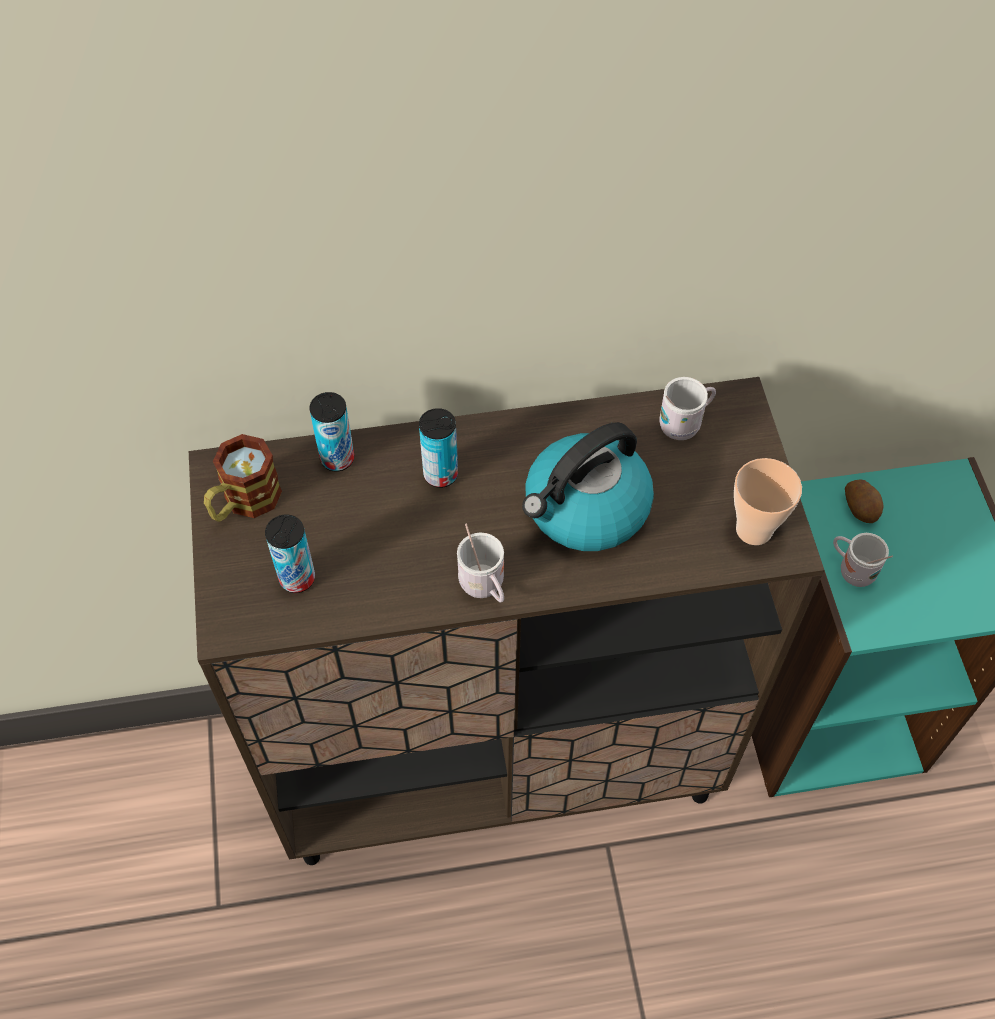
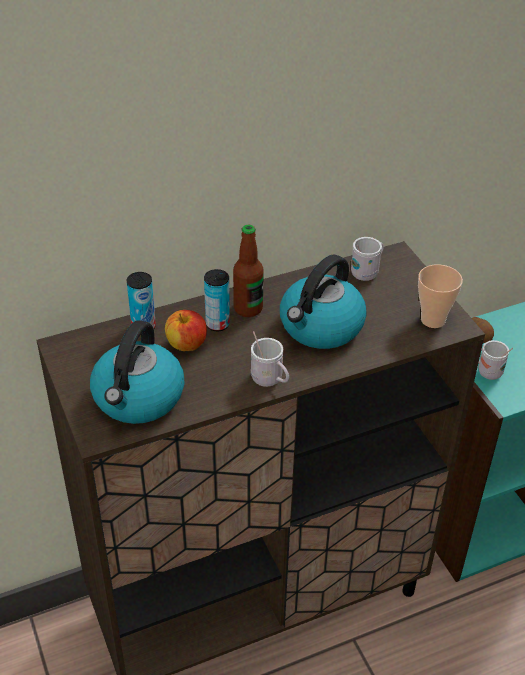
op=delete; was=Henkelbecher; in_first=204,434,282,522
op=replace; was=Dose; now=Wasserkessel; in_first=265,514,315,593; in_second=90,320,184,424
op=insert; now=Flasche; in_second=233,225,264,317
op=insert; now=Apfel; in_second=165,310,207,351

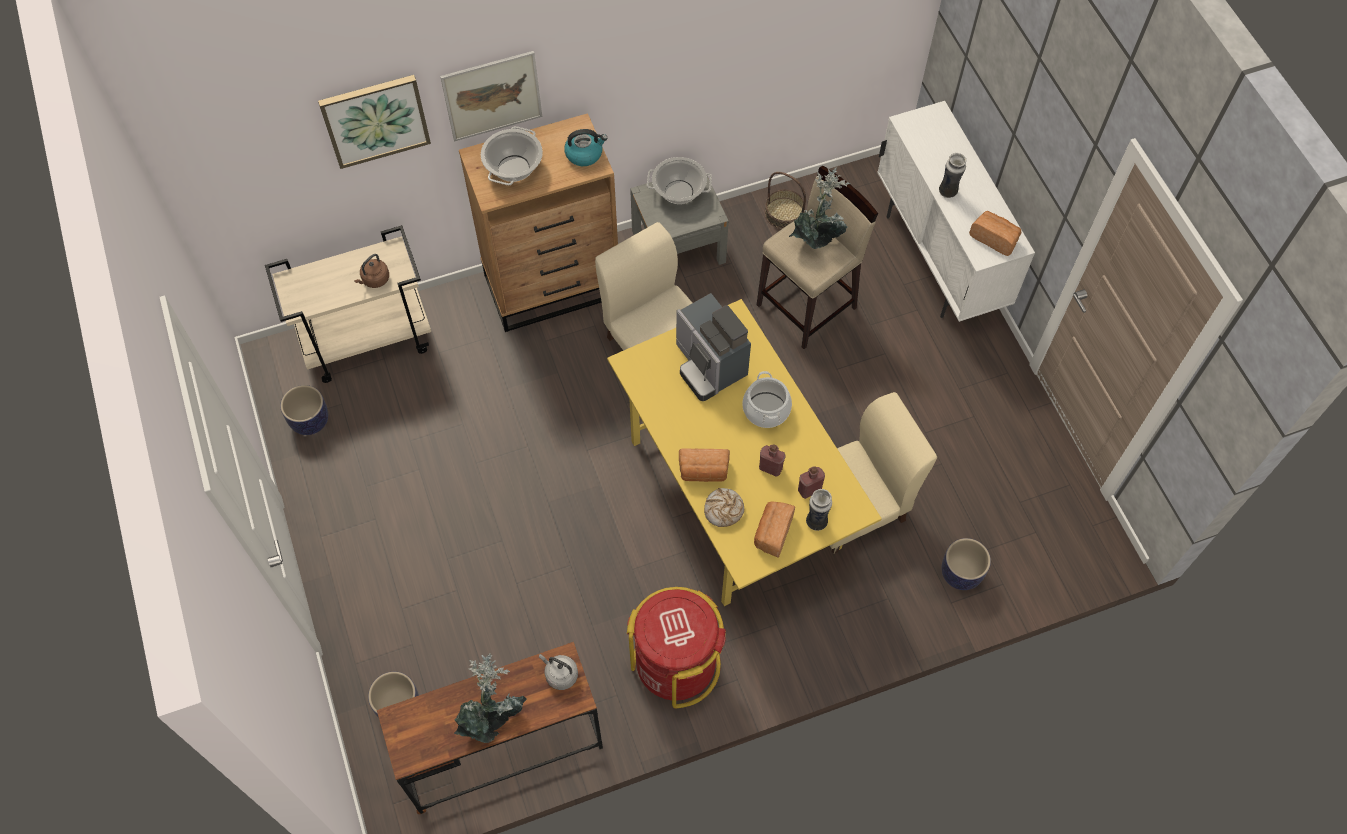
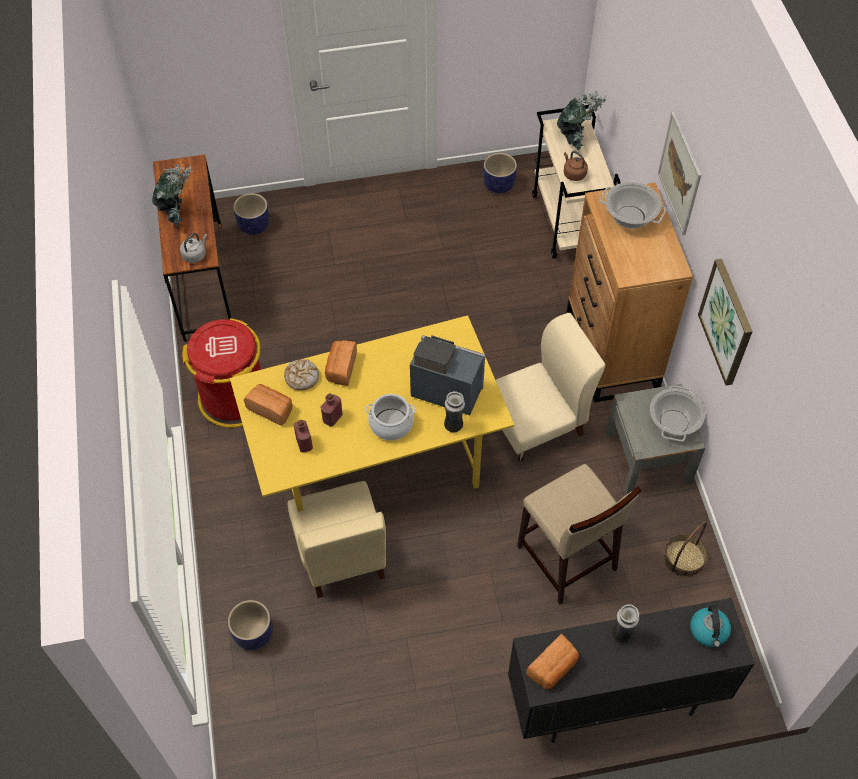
op=move; was=Bild; in_first=318,75,431,169; in_second=698,259,753,386
op=recolor; was=Schrank/weiß; now=Schrank/schwarz; in_first=877,101,1035,322; in_second=508,598,755,743
op=move; was=Wasserkessel; in_first=564,129,607,166; in_second=690,605,731,647
op=move; was=Topfpflanze; in_first=789,167,850,249; in_second=557,91,607,151
op=rotate; was=Kaffeemaschine; in_first=676,293,751,401; in_second=410,335,485,415; clockwise=45
op=move; was=Vase; in_first=806,489,832,531; in_second=444,391,465,433

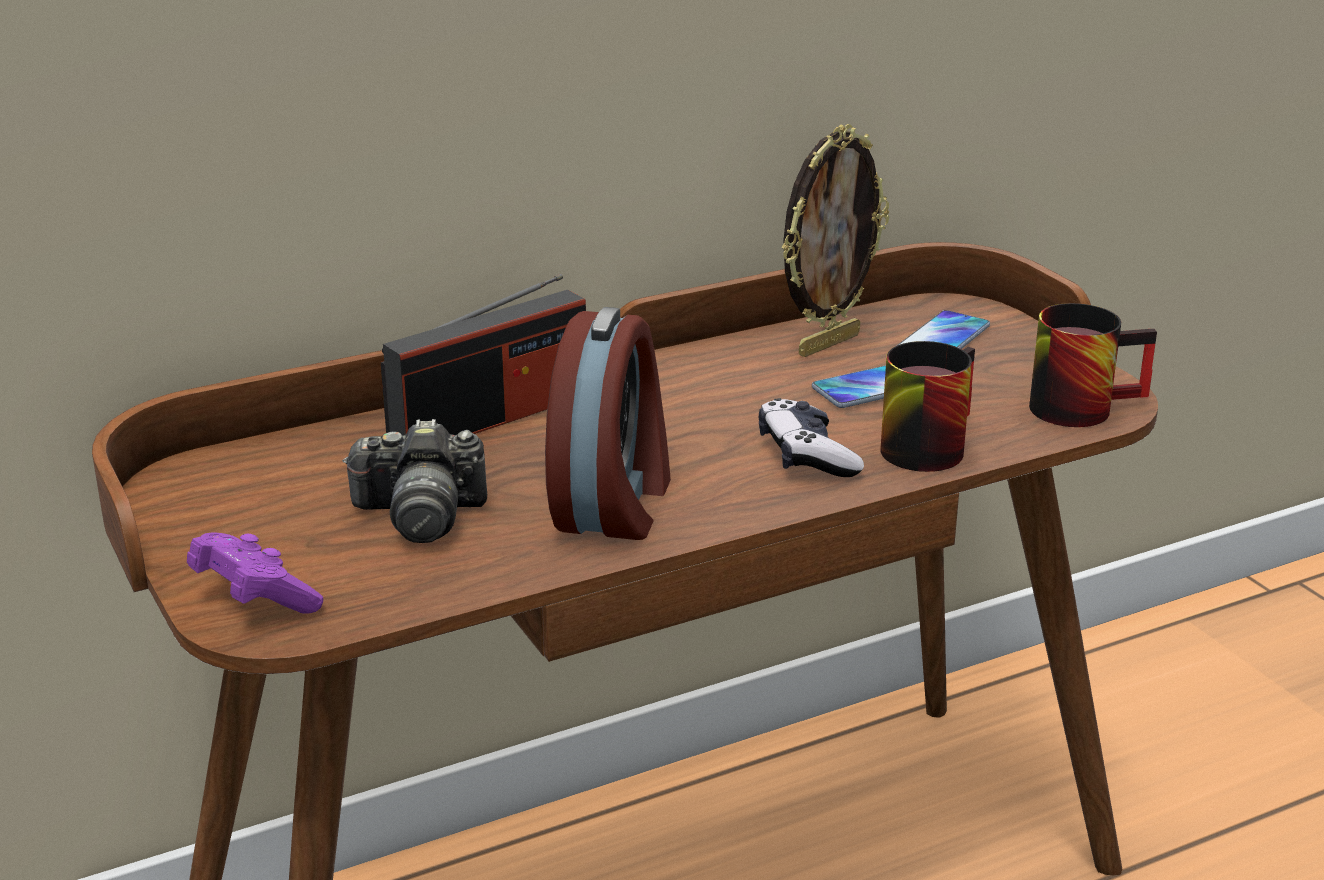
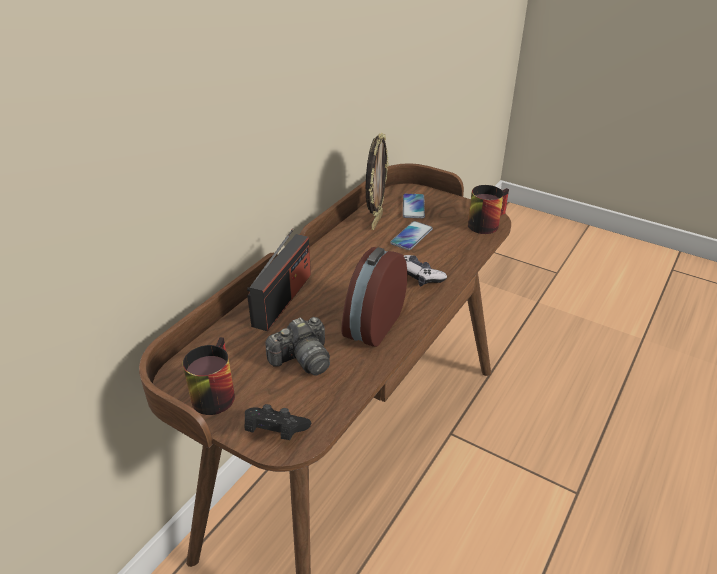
op=rotate; was=Wecker; in_first=545,307,671,540; in_second=341,247,407,347; clockwise=-135
op=move; was=Henkelbecher; in_first=880,341,975,472; in_second=183,337,235,415
op=recolor; was=Gamepad/lila; now=Gamepad/schwarz; in_first=187,533,323,614; in_second=245,404,311,440

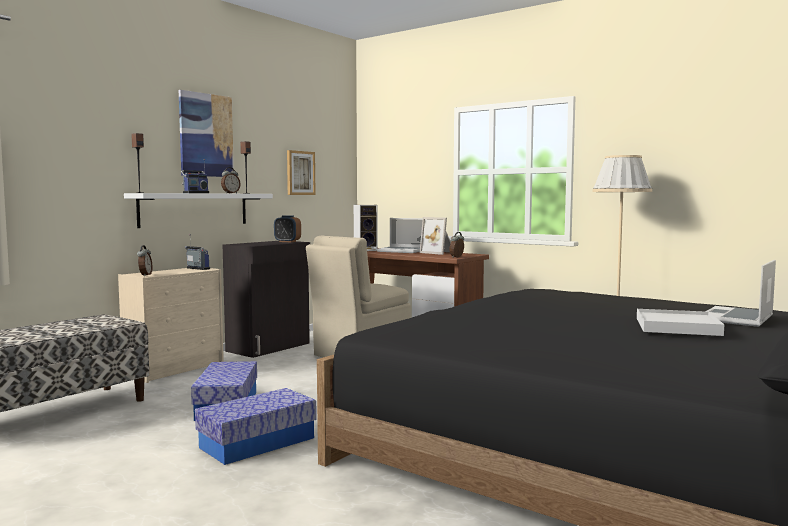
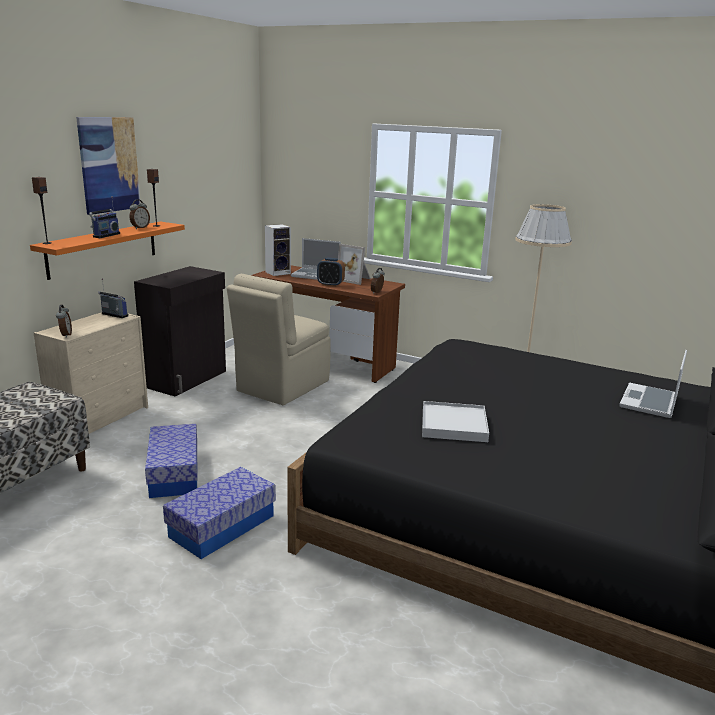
op=delete; was=Bild; in_first=287,150,316,195
op=recolor; was=Wandregal/weiß; now=Wandregal/orange; in_first=124,193,273,228; in_second=30,221,185,280
op=move; was=Wecker; in_first=274,215,301,242; in_second=317,258,345,287
op=move; was=Tablett/weiß; in_first=637,309,724,336; in_second=422,401,489,442

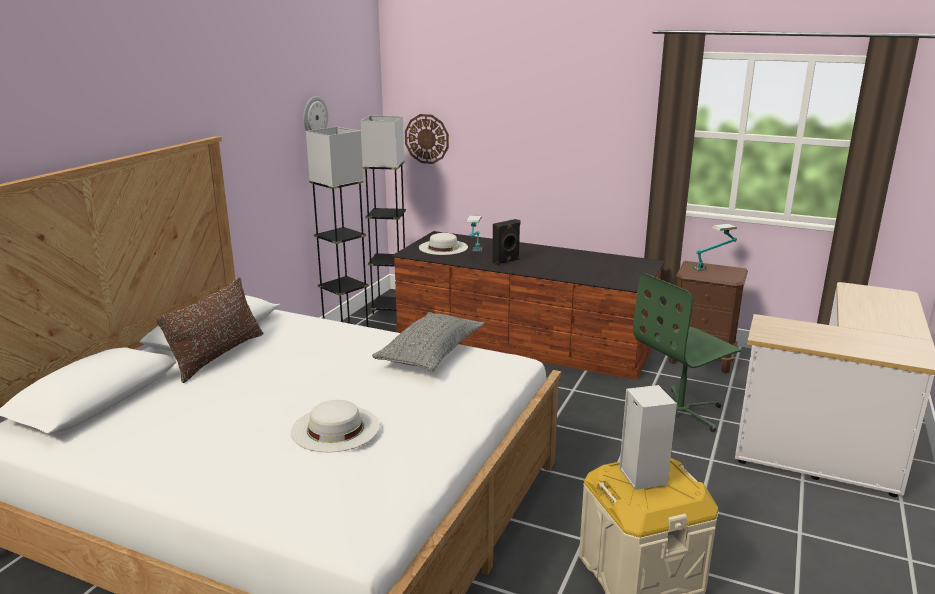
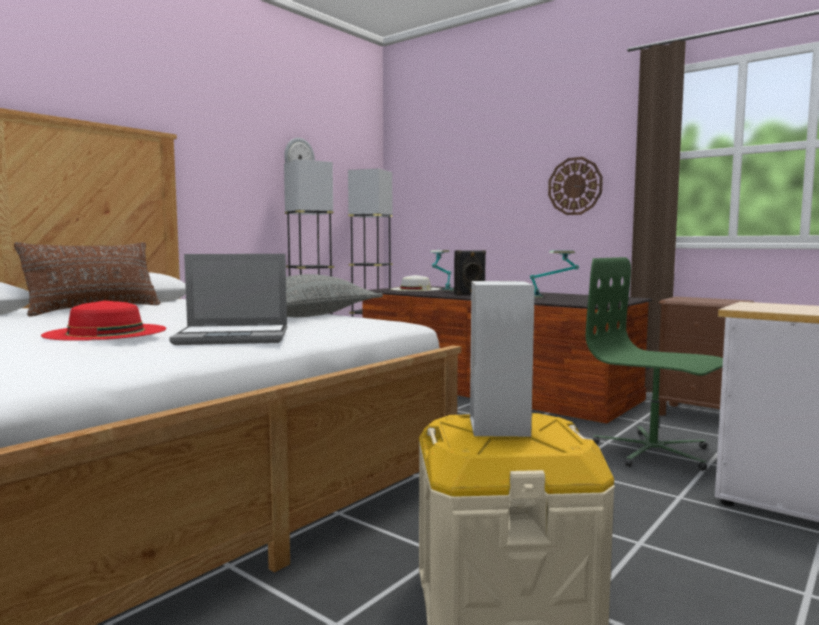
op=move; was=Wanduhr; in_first=405,114,449,164; in_second=548,157,603,215
op=move; was=Tischlampe; in_first=693,224,737,271; in_second=530,251,579,298
op=rotate; was=Bürostuhl/grün; in_first=633,273,741,432; in_second=586,257,723,471; clockwise=60
op=recolor; was=Hut/weiß; now=Hut/rot; in_first=291,400,379,452; in_second=41,300,166,341
op=insert; now=Laptop; in_second=169,254,287,345

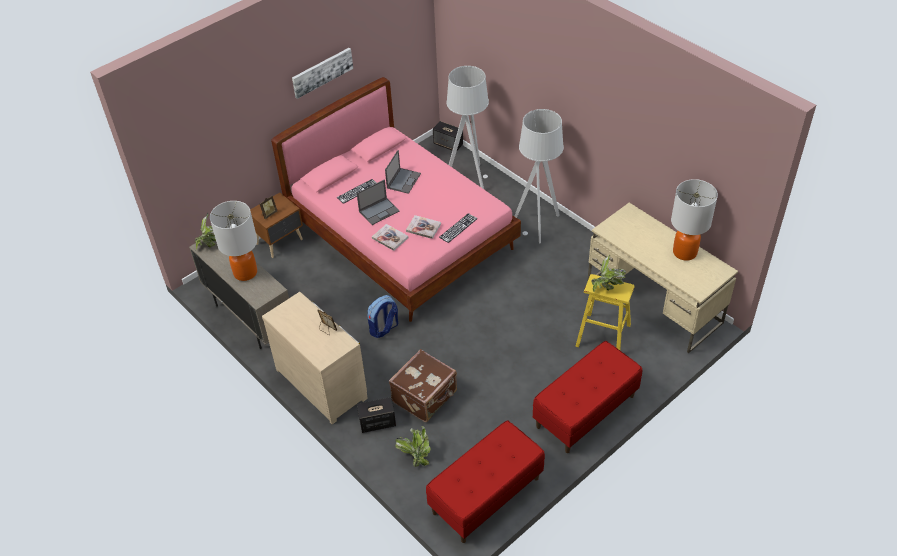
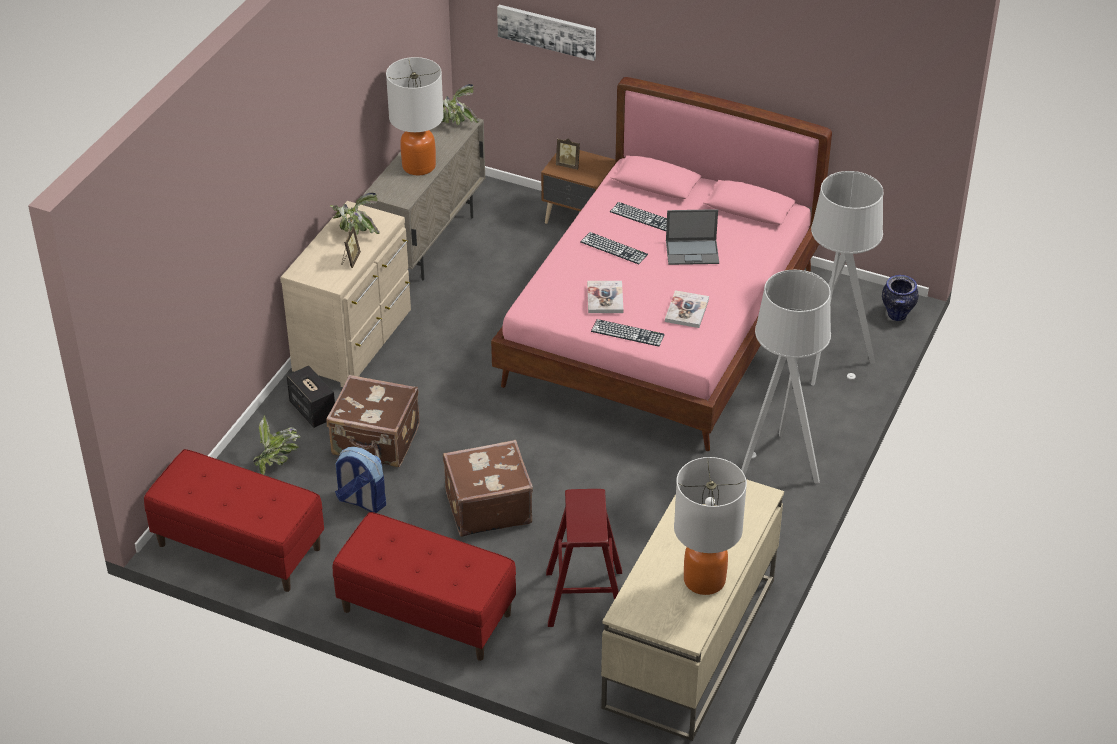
op=move; was=Bild; in_first=292,48,353,99; in_second=497,4,596,61
op=replace; was=Lautsprecher; now=Vase; in_first=433,121,463,150; in_second=882,275,918,321
op=replace; was=Laptop; now=Tastatur; in_first=357,180,399,225; in_second=580,232,648,264
op=move; was=Buch; in_first=372,224,408,251; in_second=665,290,709,328
op=move; was=Topfpflanze; in_first=591,255,626,292; in_second=330,193,379,235
op=recolor; was=Hocker/gelb; now=Hocker/rot; in_first=575,274,635,350; in_second=546,489,622,627
op=move; was=Rucksack; in_first=367,295,398,338; in_second=335,447,386,513
op=insert; now=Koffer/braun; in_second=443,440,533,537

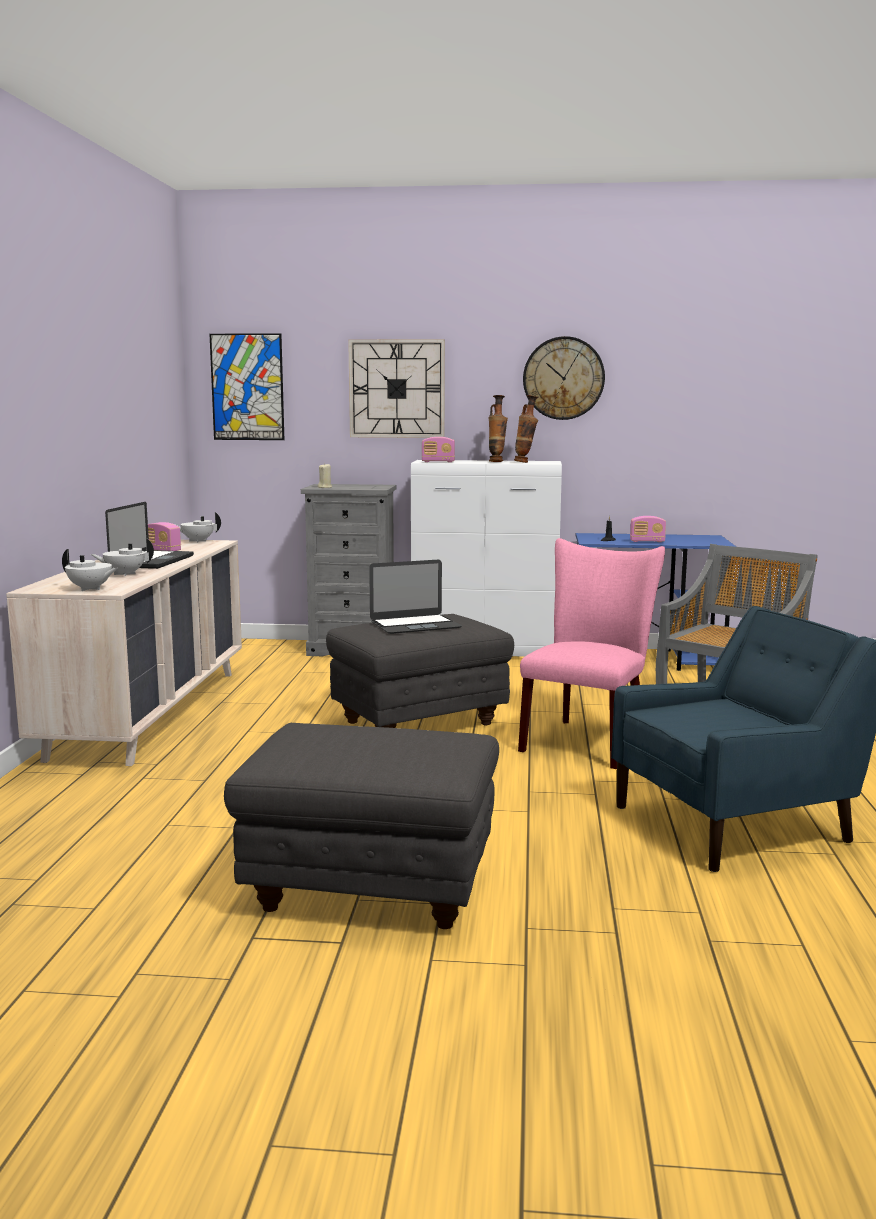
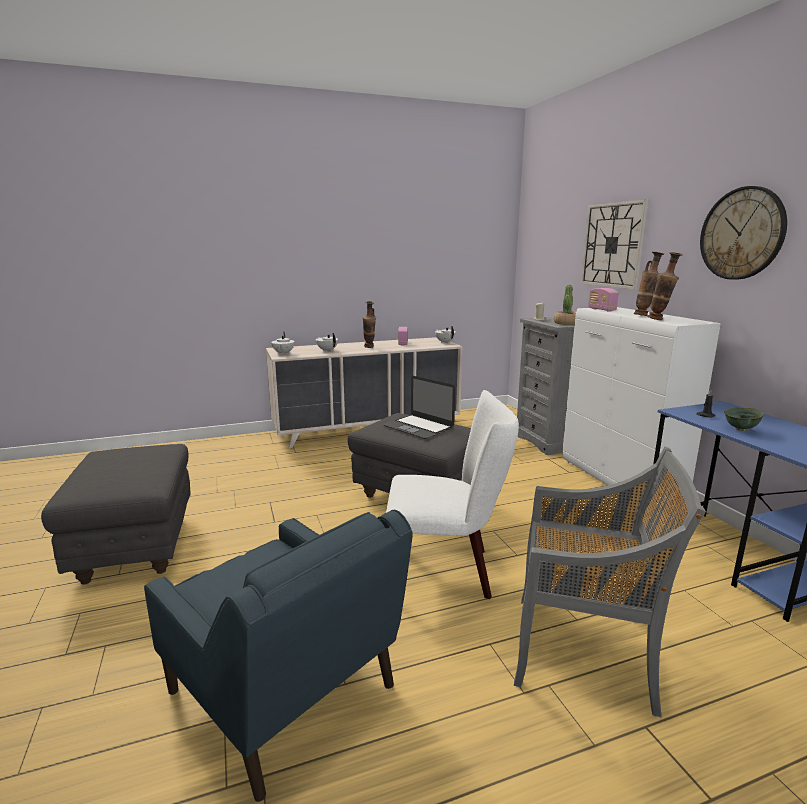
op=delete; was=Bild; in_first=210,333,284,440
op=replace; was=Laptop; now=Vase; in_first=105,502,194,569; in_second=362,301,376,348
op=replace; was=Radio; now=Schüssel/grün; in_first=630,516,666,542; in_second=724,407,764,431
op=recolor; was=Stuhl/rosa; now=Stuhl/weiß; in_first=518,538,665,769; in_second=386,390,519,599
op=insert; now=Topfpflanze; in_second=553,285,576,325

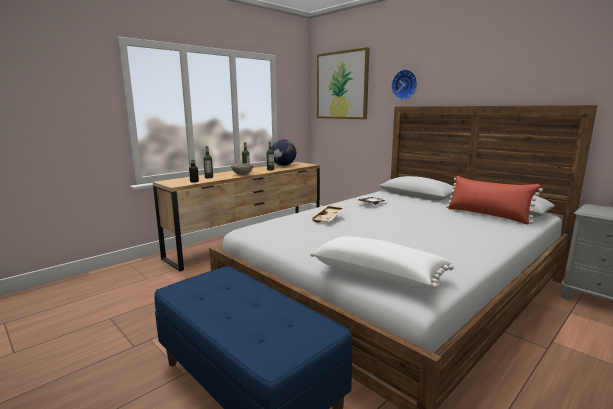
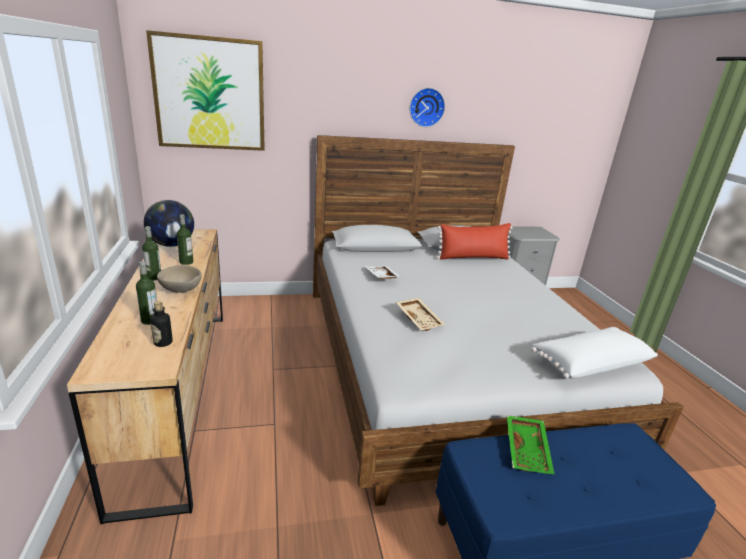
op=move; was=Wanduhr; in_first=391,69,417,100; in_second=410,88,445,127
op=insert; now=Tablett/grün; in_second=507,415,555,474

